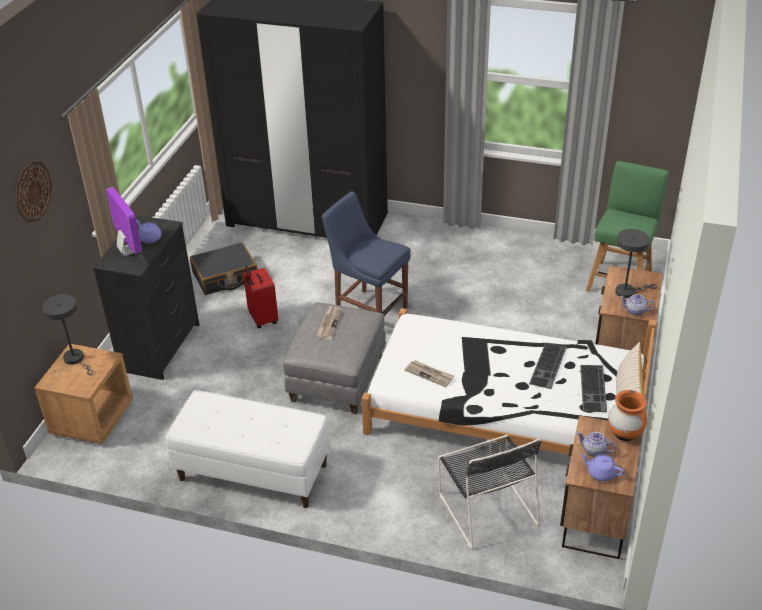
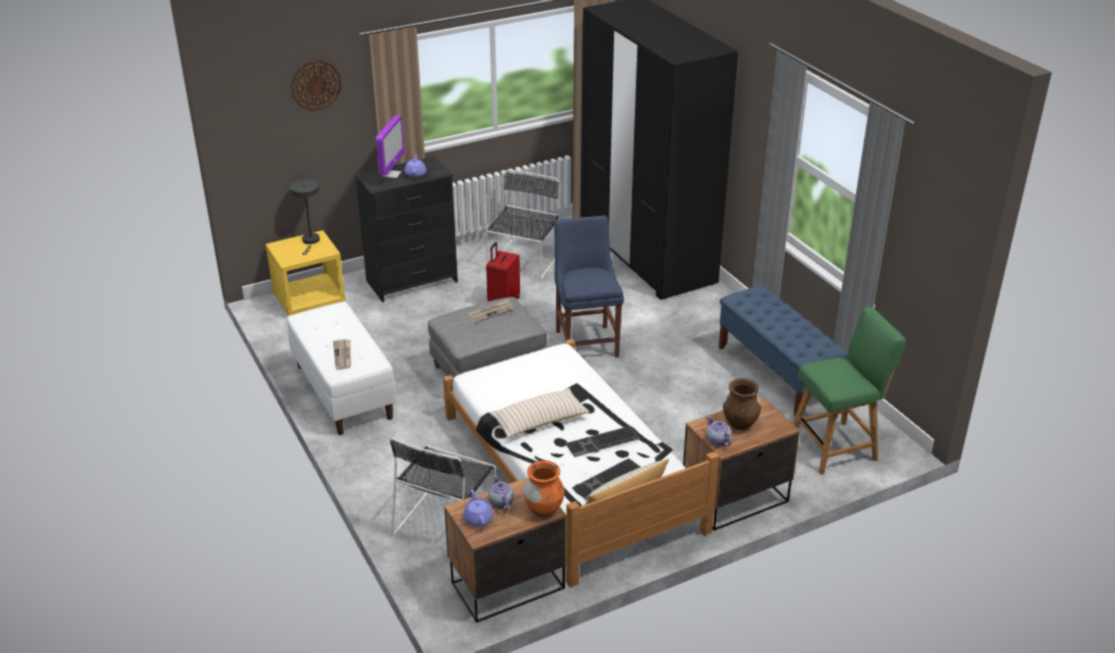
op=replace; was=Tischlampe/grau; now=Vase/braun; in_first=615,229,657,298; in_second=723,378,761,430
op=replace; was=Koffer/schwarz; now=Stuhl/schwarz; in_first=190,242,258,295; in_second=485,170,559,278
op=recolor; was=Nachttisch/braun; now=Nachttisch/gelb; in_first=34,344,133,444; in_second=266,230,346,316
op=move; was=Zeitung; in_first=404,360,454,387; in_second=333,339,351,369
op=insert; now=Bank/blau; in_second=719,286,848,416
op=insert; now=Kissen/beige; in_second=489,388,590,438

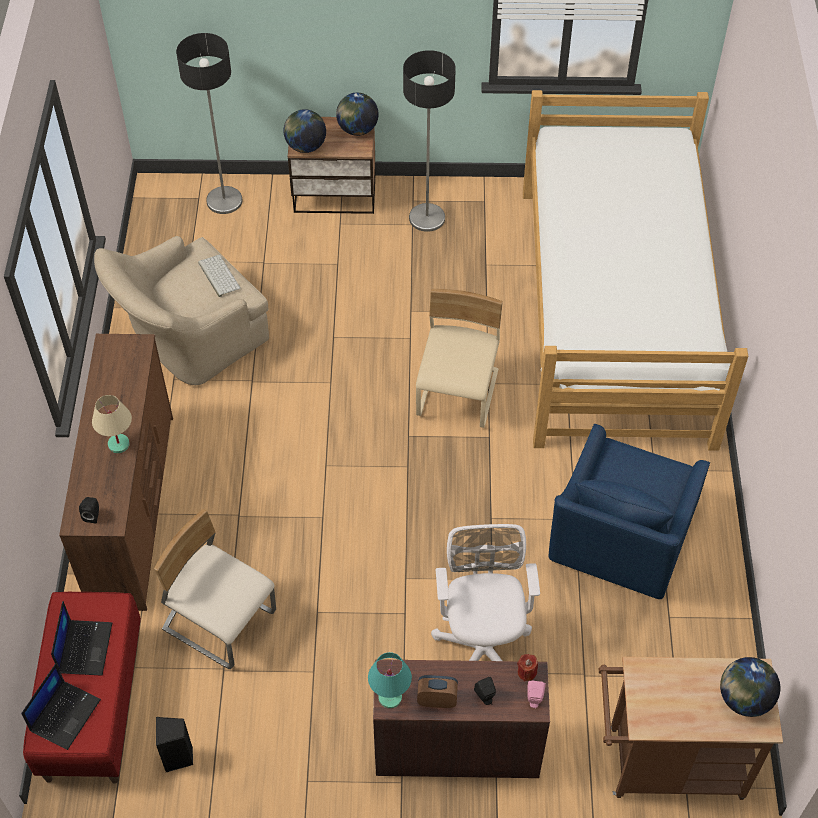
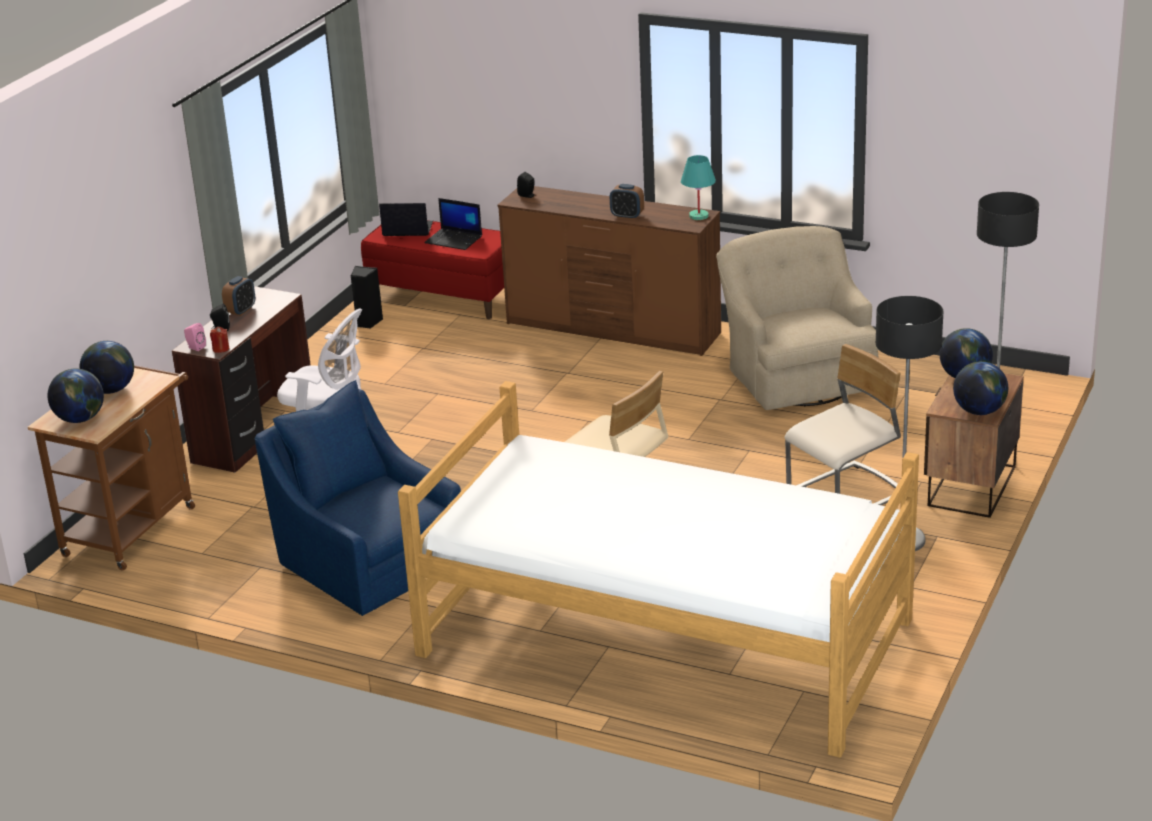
op=delete; was=Tastatur; in_first=198,255,241,297
op=delete; was=Tischlampe/beige; in_first=92,395,132,453
op=move; was=Stuhl/beige; in_first=154,509,276,669; in_second=784,344,901,505
op=move; was=Tischlampe/türkis; in_first=368,652,412,709; in_second=681,155,716,220
op=rotate; was=Laptop; in_first=21,663,101,750; in_second=379,203,433,236; clockwise=135
op=insert; now=Wecker; in_second=610,184,644,220
op=insert; now=Globus; in_second=79,341,134,394

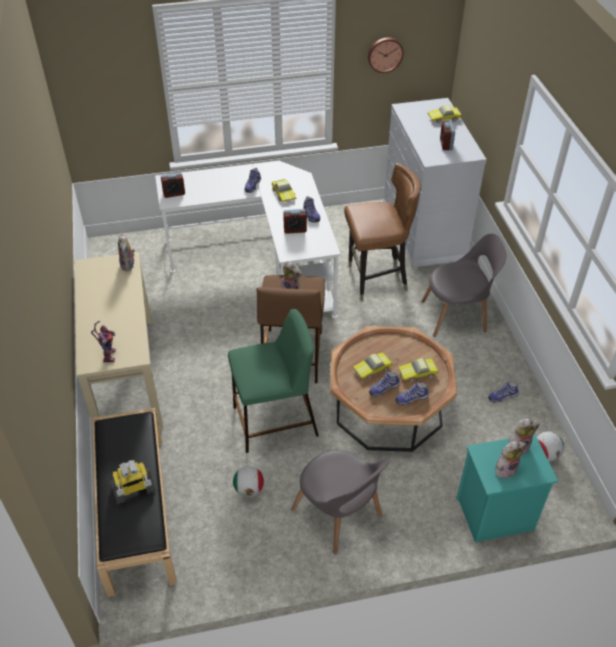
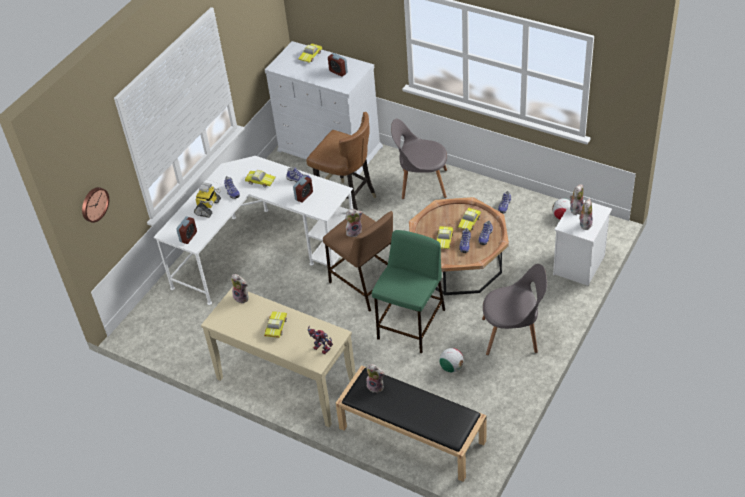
op=move; was=Wanduhr; in_first=368,37,404,73; in_second=82,187,109,223
op=rotate; was=Stuhl/braun; in_first=344,163,421,301; in_second=306,112,376,210; clockwise=90
op=rotate; was=Stuhl/grau; in_first=421,234,506,337; in_second=391,119,447,199; clockwise=-120
op=recolor; was=Nachttisch/türkis; now=Nachttisch/weiß; in_first=456,434,558,542; in_second=553,200,612,286
op=move; was=Spielzeugroboter; in_first=111,460,156,504; in_second=194,182,221,218
op=insert; now=Spielzeugauto; in_second=264,311,287,338
op=insert; now=Plüschtier; in_second=366,364,385,393

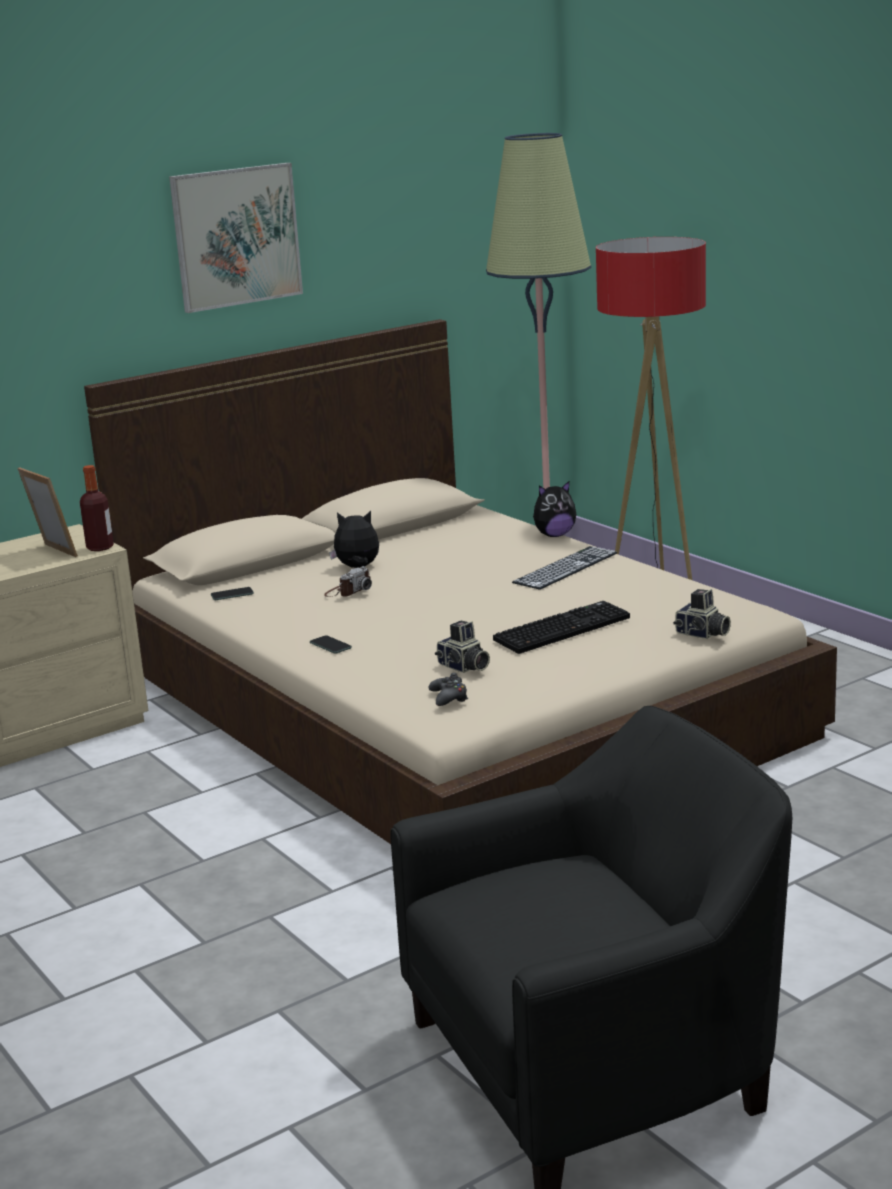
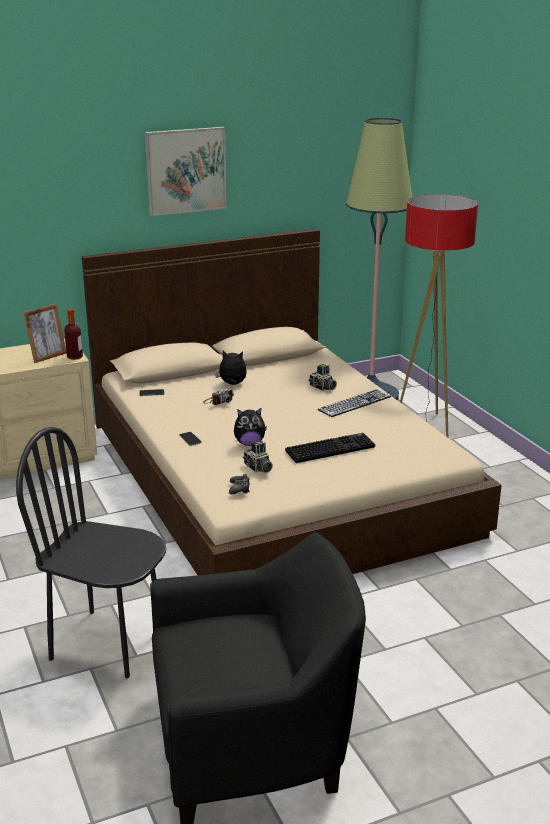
op=rotate; was=Bilderrahmen; in_first=17,467,78,557; in_second=23,304,66,363; clockwise=75
op=move; was=Plüschtier; in_first=533,481,576,537; in_second=234,408,267,446
op=move; was=Kamera; in_first=673,589,731,639; in_second=308,364,337,391
op=insert; now=Stuhl/schwarz; in_second=16,427,166,678

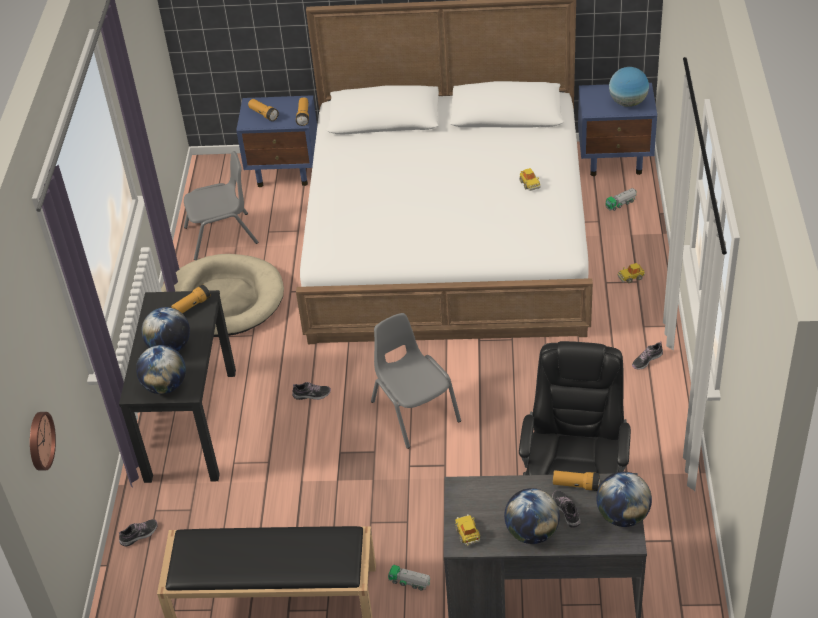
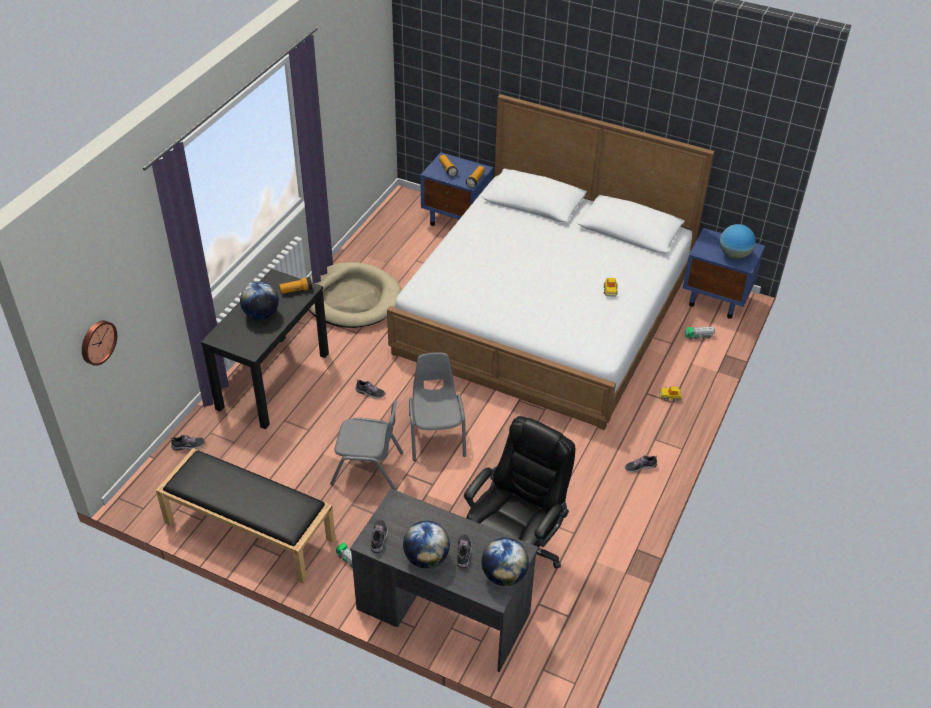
op=move; was=Stuhl/grau; in_first=184,151,258,260; in_second=330,400,403,490
op=delete; was=Globus; in_first=136,345,186,394
op=delete; was=Taschenlampe; in_first=553,471,600,491
op=replace; was=Spielzeugauto; now=Schuh; in_first=455,514,481,546; in_second=371,519,388,553

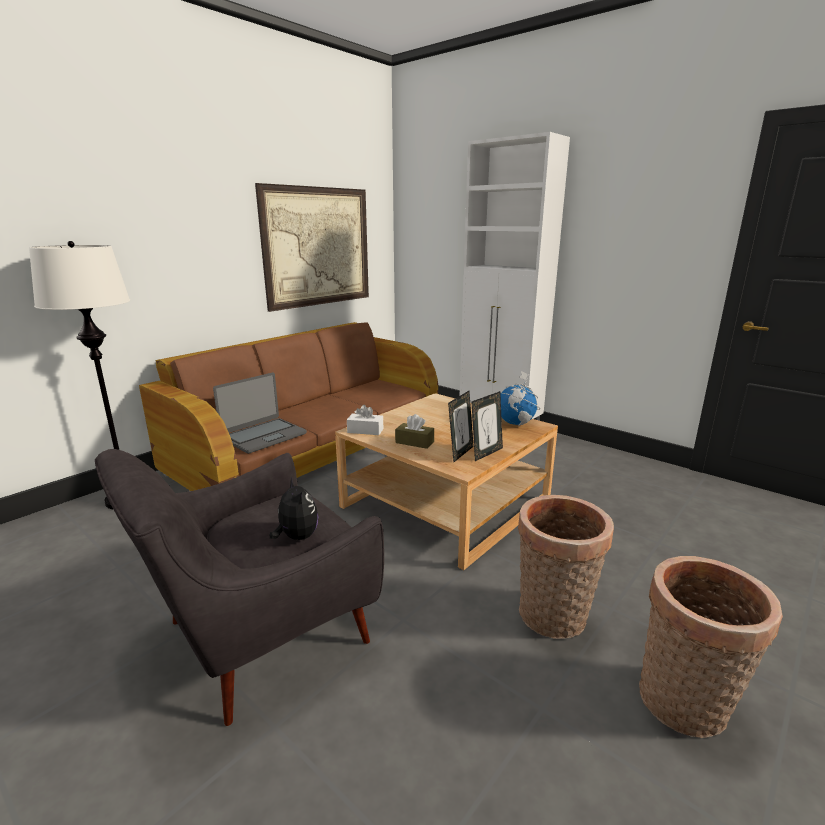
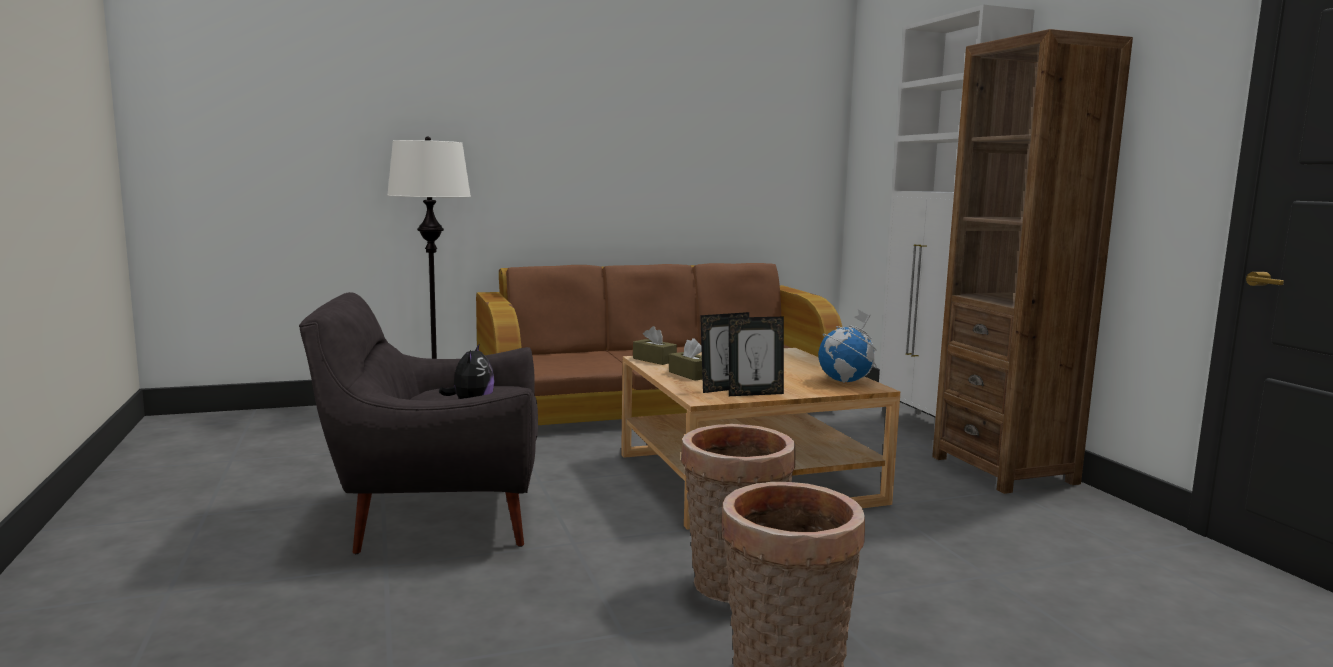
op=delete; was=Bild; in_first=255,183,369,312
op=delete; was=Laptop; in_first=213,373,307,454
op=recolor; was=Taschentuchbox/weiß; now=Taschentuchbox/braun; in_first=347,405,383,435; in_second=633,326,677,365
op=insert; now=Bücherregal/braun; in_second=932,29,1133,494

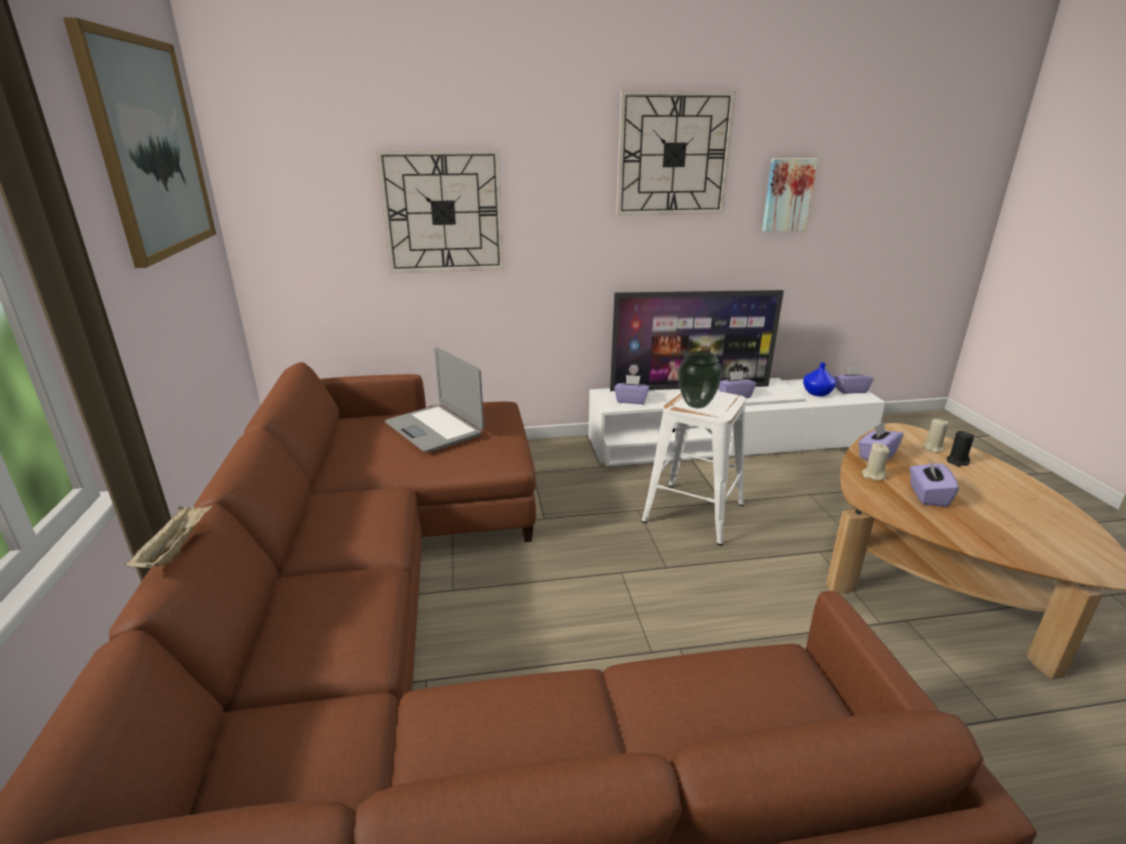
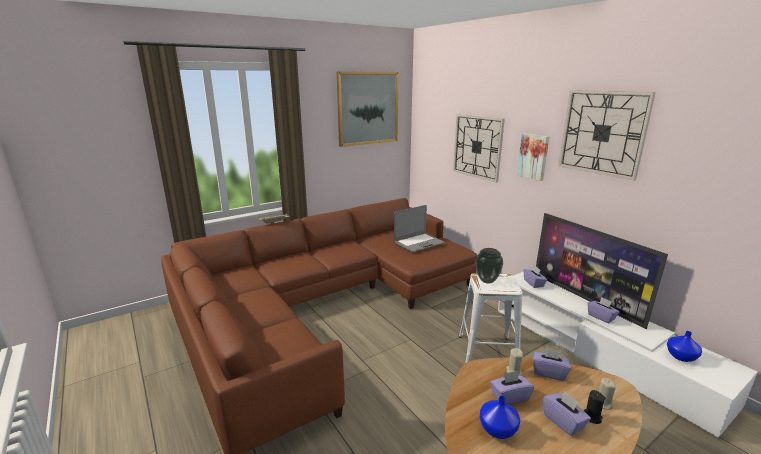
op=move; was=Bild; in_first=762,158,818,232; in_second=517,133,549,181
op=rotate; was=Laptop; in_first=385,347,484,452; in_second=394,205,445,252; clockwise=-150
op=move; was=Taschentuchbox/lila; in_first=834,366,874,394; in_second=543,391,591,436
op=insert; now=Vase/blau; in_second=480,396,520,439

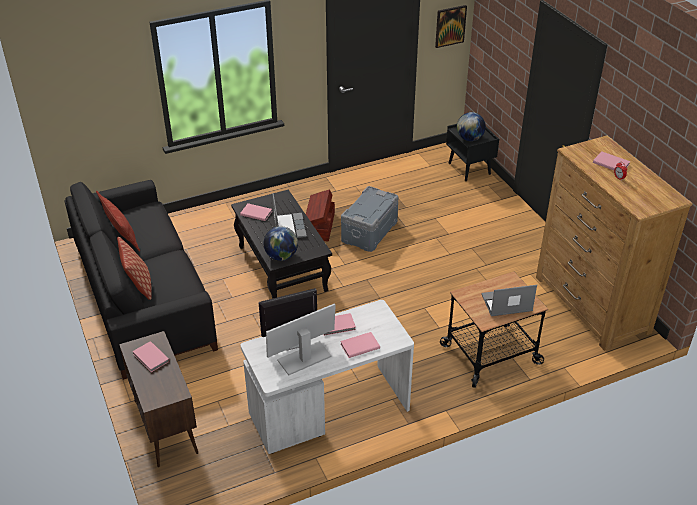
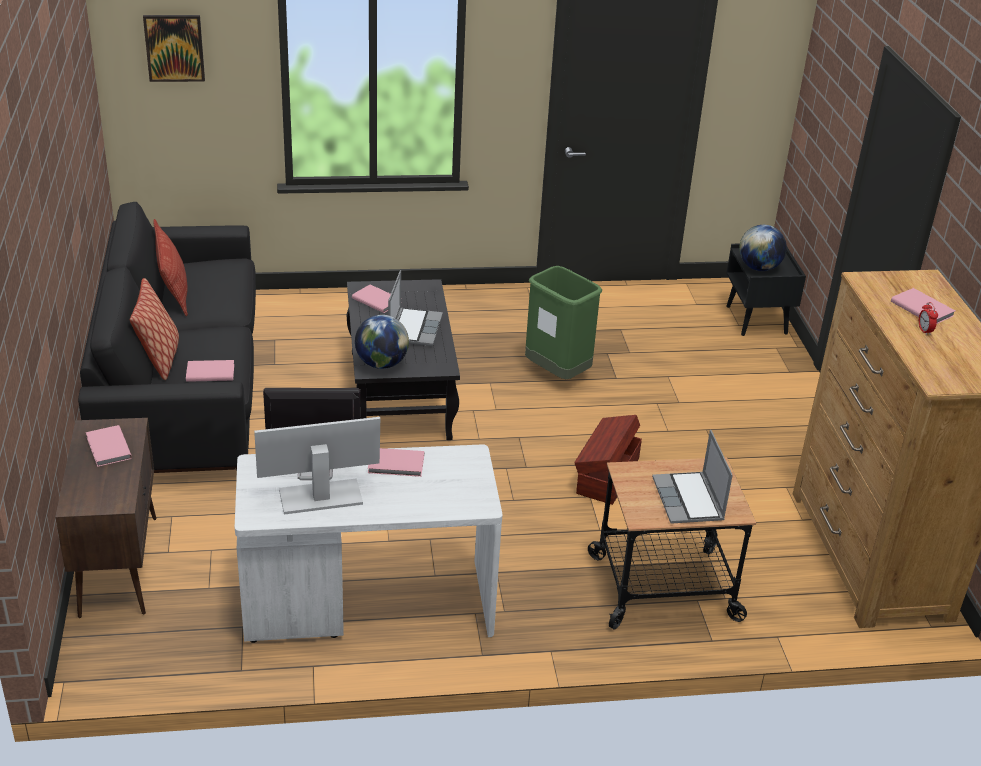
op=move; was=Bild; in_first=435,5,467,48; in_second=143,15,205,82
op=replace; was=Aufbewahrungsbox/grau; now=Mülleimer/grün; in_first=341,186,398,252; in_second=525,266,602,379
op=move; was=Aufbewahrungsbox/braun; in_first=306,189,335,241; in_second=574,415,642,505
op=rotate; was=Laptop; in_first=481,285,537,316; in_second=652,430,733,524; clockwise=-105
op=move; was=Buch/rosa; in_first=340,332,380,358; in_second=186,360,234,382

